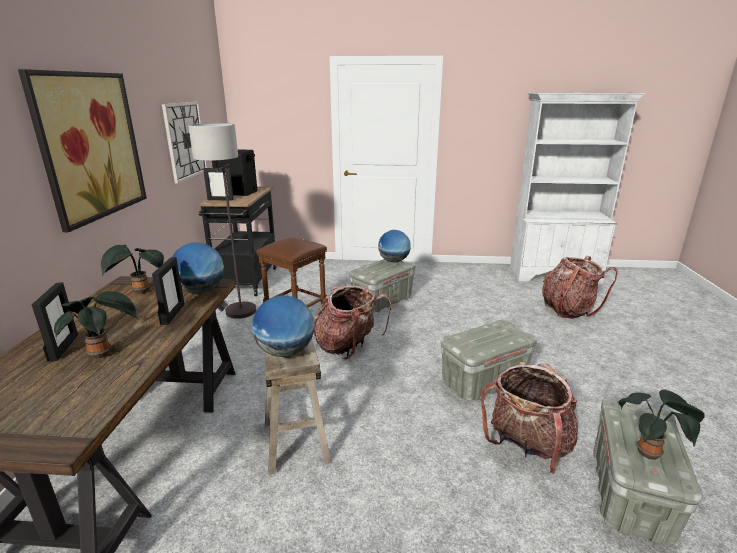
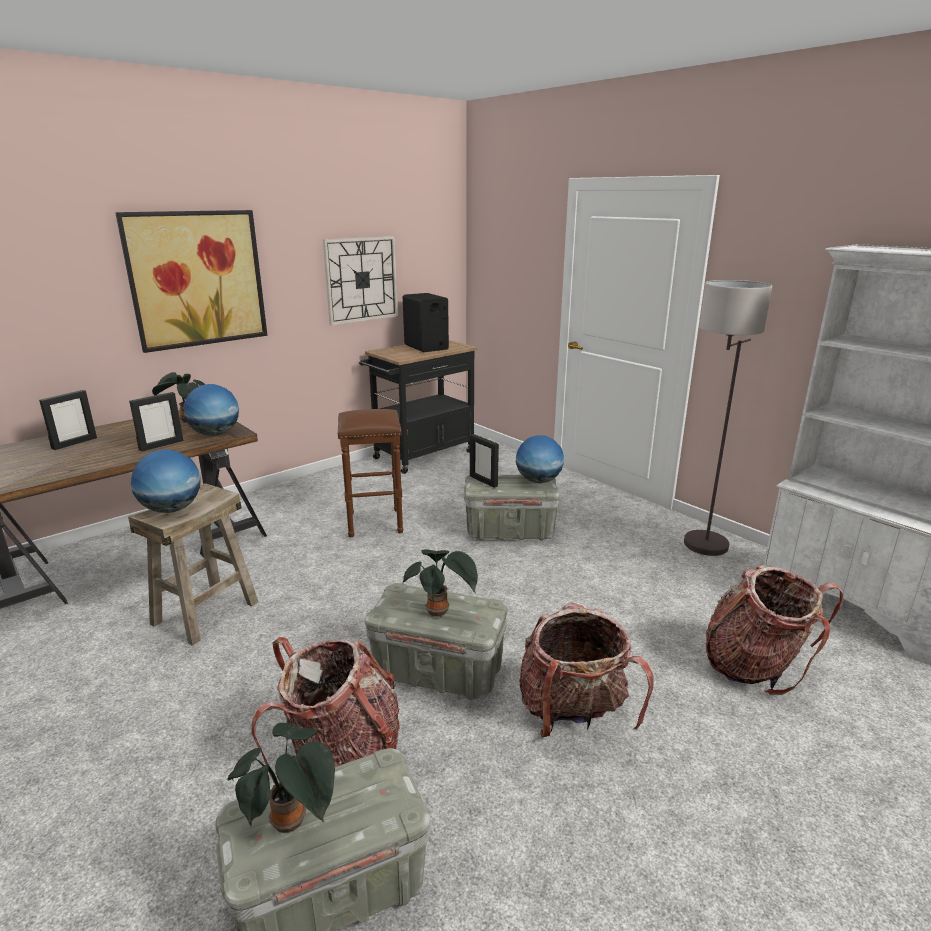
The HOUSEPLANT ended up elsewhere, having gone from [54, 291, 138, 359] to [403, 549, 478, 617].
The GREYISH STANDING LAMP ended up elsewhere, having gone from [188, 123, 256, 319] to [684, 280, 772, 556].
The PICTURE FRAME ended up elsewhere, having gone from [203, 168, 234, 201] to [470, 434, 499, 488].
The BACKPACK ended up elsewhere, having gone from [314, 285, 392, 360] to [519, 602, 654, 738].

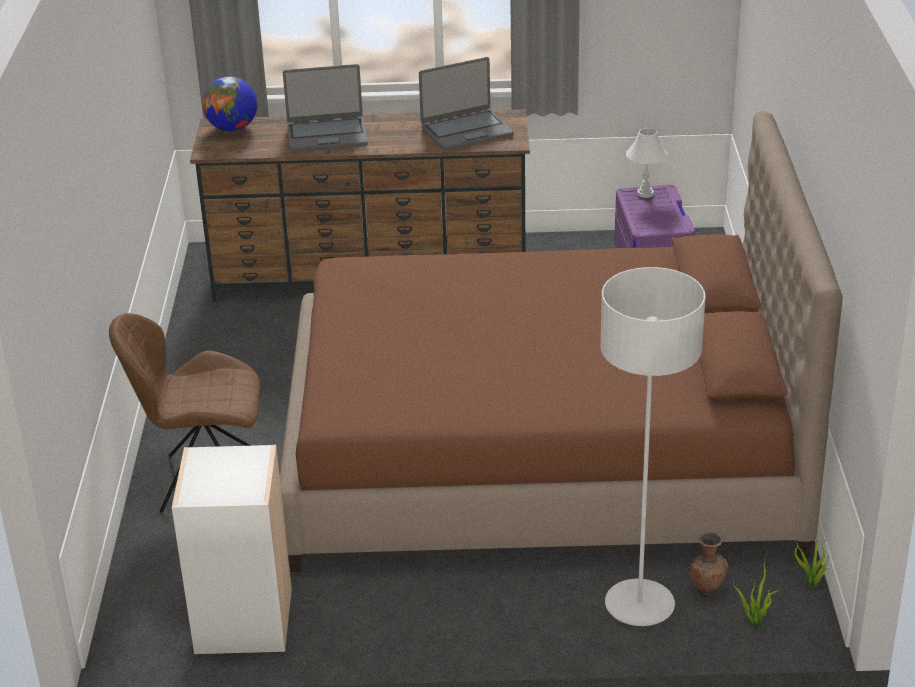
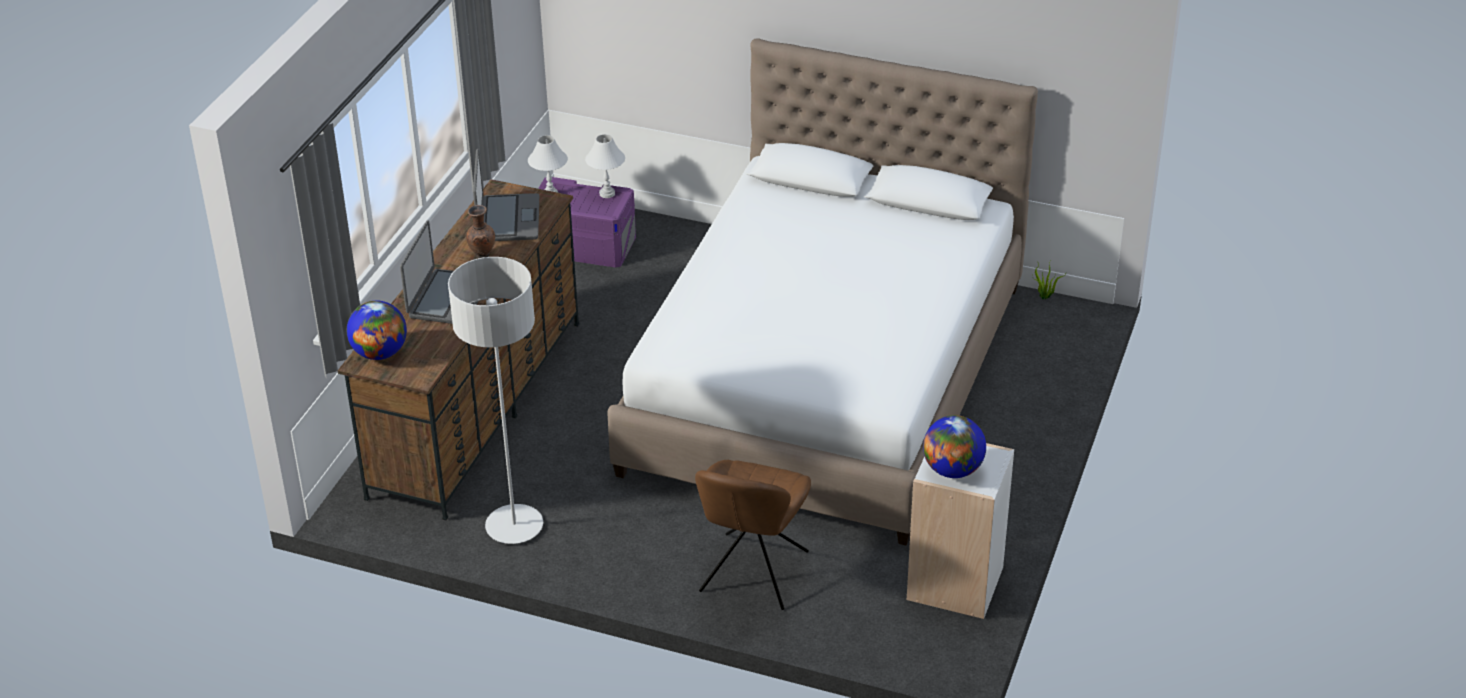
The second view lost the HOUSEPLANT at [733, 553, 781, 627].
The second view gained the WHITE TABLETOP LAMP at [585, 134, 625, 198].
The second view gained the GLOBE at [923, 415, 986, 478].
The GREYISH STANDING LAMP ended up elsewhere, having gone from [600, 267, 706, 626] to [448, 257, 543, 544].
The BROWN DECORATIVE VASE ended up elsewhere, having gone from [690, 532, 728, 597] to [466, 205, 495, 258].
What was the BROWN BED at [280, 111, 843, 572] turned into the WHITE BED at [607, 38, 1038, 546].

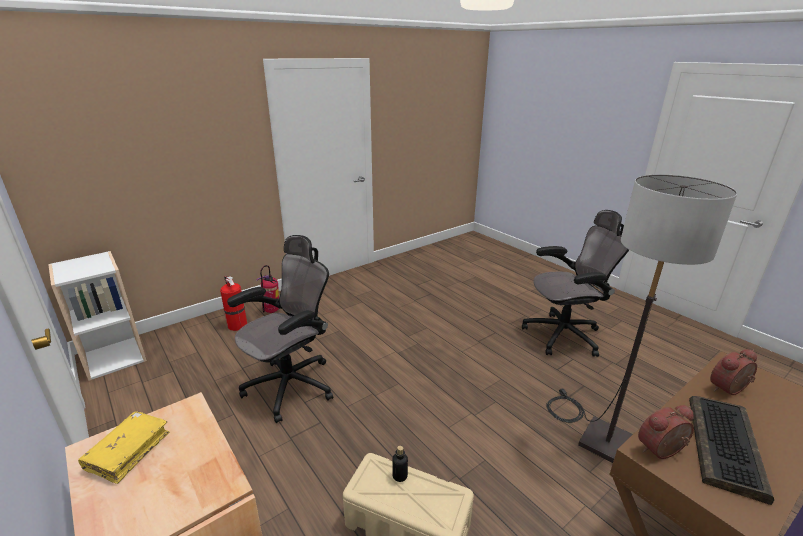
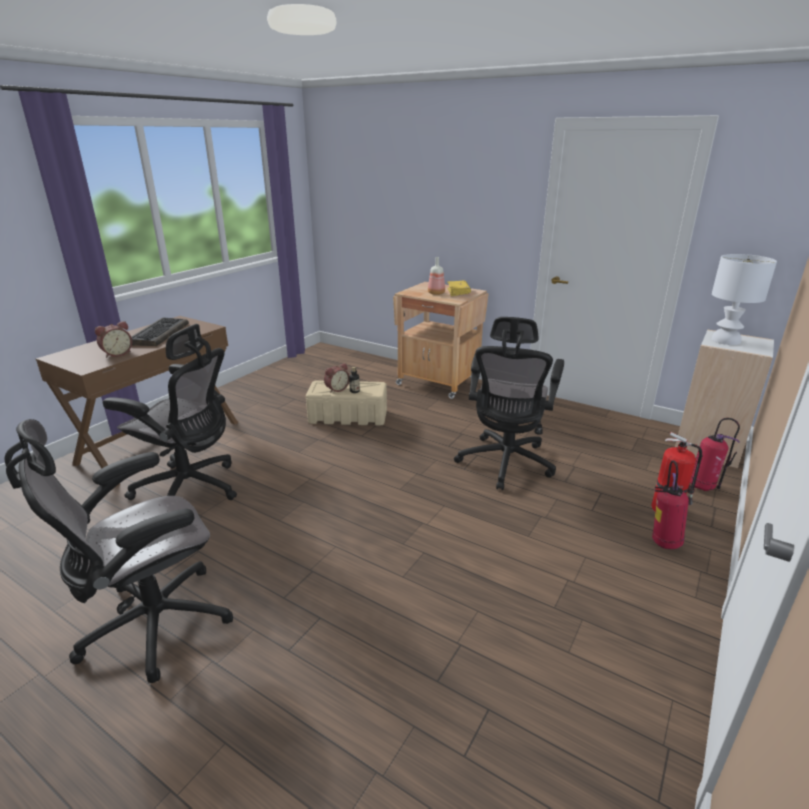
The second view gained the BEVERAGE BOTTLE at [428, 257, 445, 295].
The second view gained the FIRE EXTINGUISHER at [690, 418, 740, 491].
The second view gained the WHITE TABLETOP LAMP at [711, 254, 777, 345].
The BEDSIDE CLOCK ended up elsewhere, having gone from [638, 405, 694, 459] to [324, 363, 349, 393].
Where the STANDING LAMP stood at [546, 174, 737, 463], the COMPUTER CHAIR came to stand at [103, 324, 237, 500].

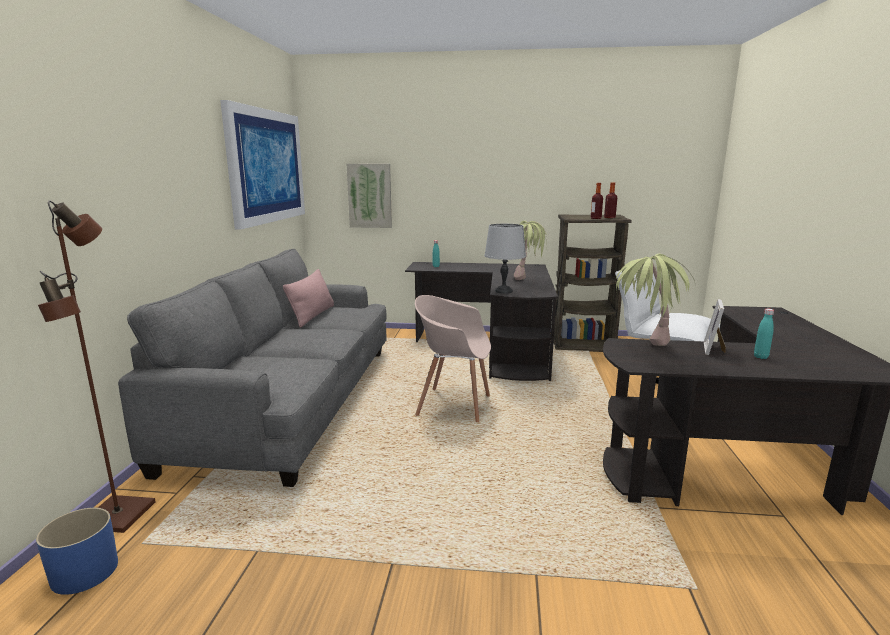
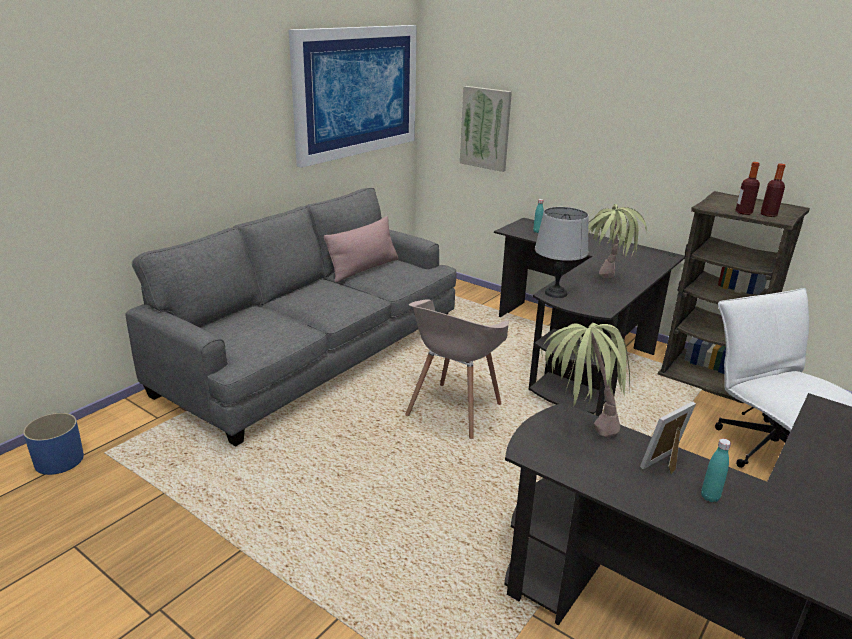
The second view lost the BROWN STANDING LAMP at [38, 200, 155, 533].
The SAND-COLOURED UPRIGHT CHAIR at [415, 295, 491, 422] ended up facing another way, 105 degrees counterclockwise from before.

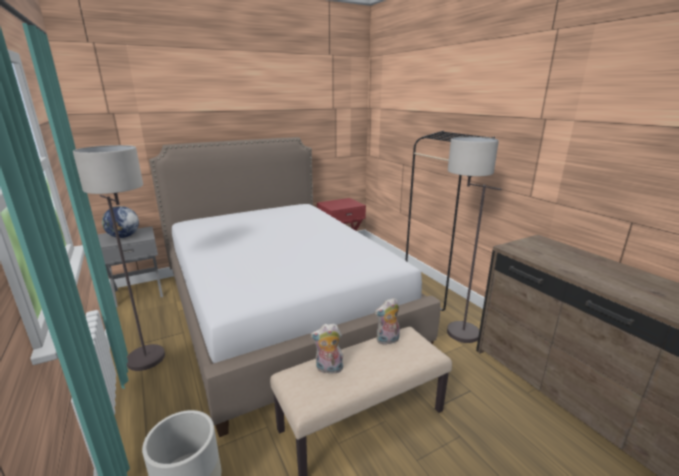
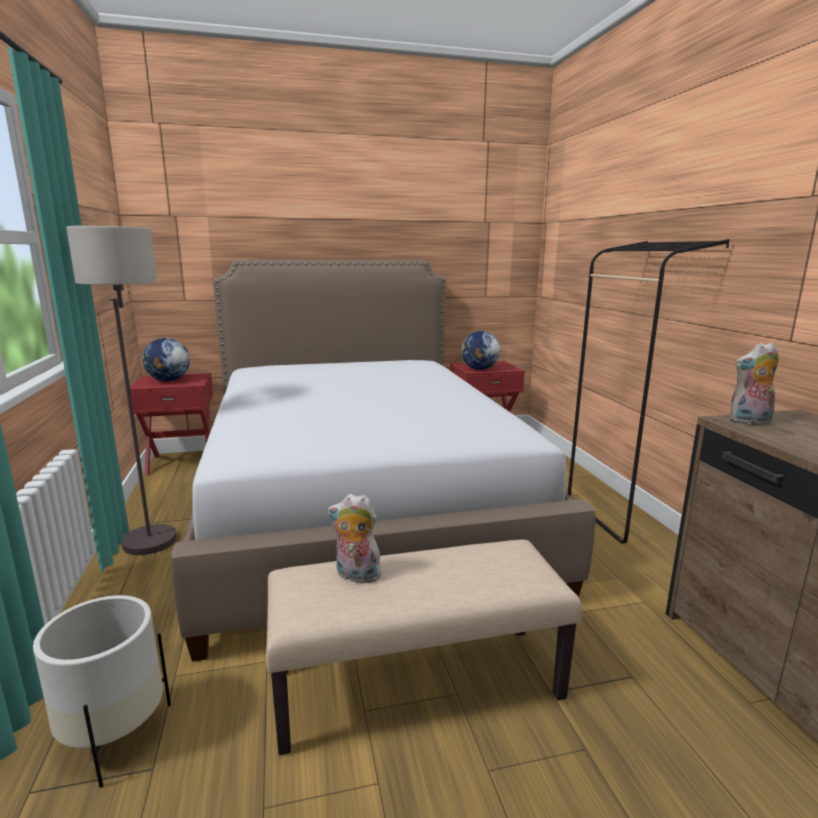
The second view lost the GREYISH STANDING LAMP at [447, 137, 502, 343].
The second view gained the GLOBE at [461, 331, 500, 370].
The SOFT TOY ended up elsewhere, having gone from [375, 298, 400, 345] to [729, 342, 779, 425].
What was the GREYISH NIGHT TABLE at [98, 227, 163, 307] turned into the RED-COLOURED NIGHT TABLE at [130, 373, 213, 476].

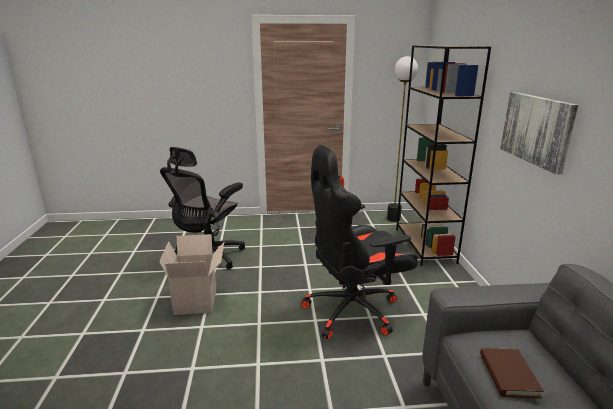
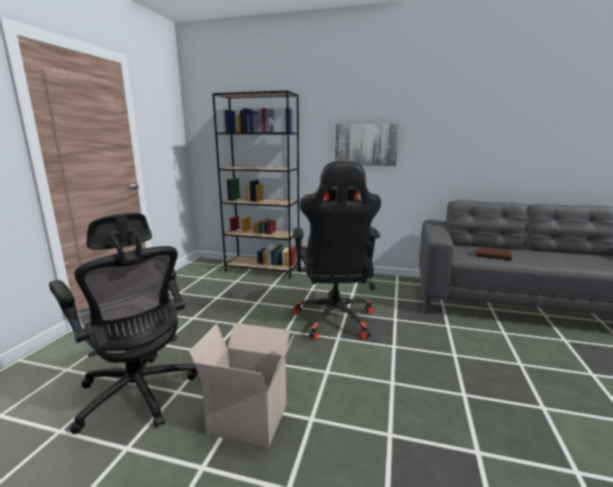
The second view lost the STANDING LAMP at [387, 56, 418, 222].

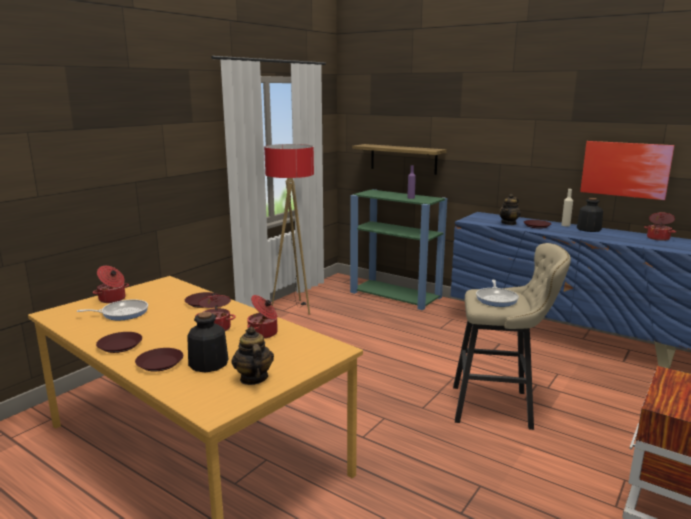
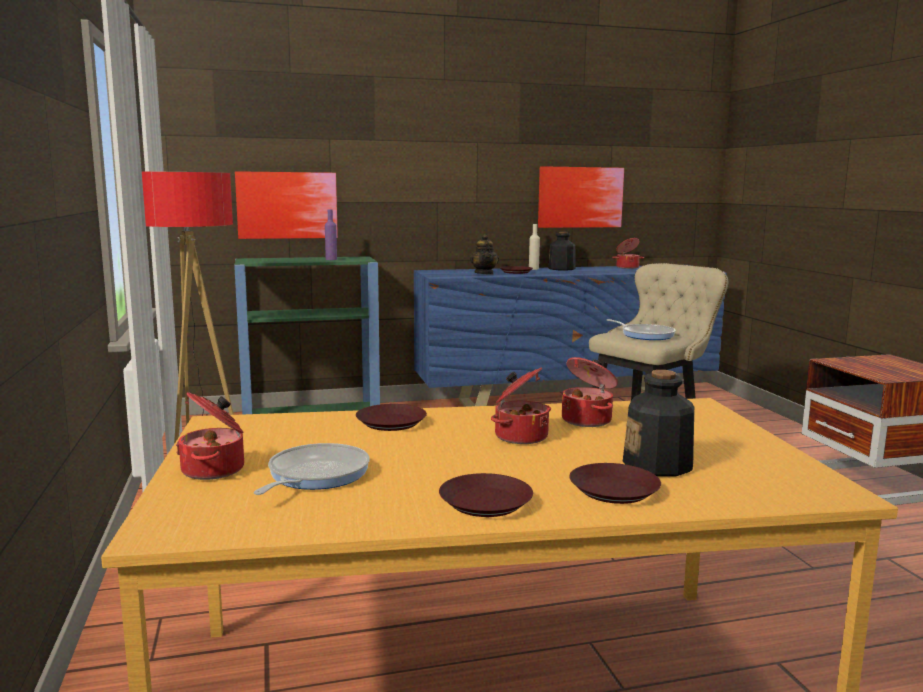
The second view lost the POT FOR TEA at [231, 327, 274, 385].
Where the SHELF hung at [352, 144, 447, 175], the WALL ART came to hang at [235, 171, 338, 239].

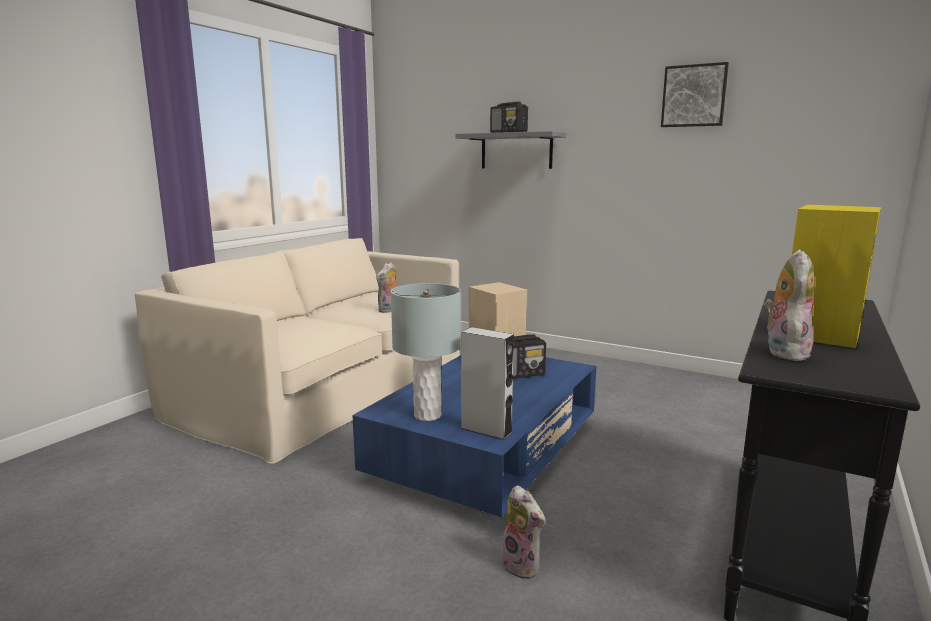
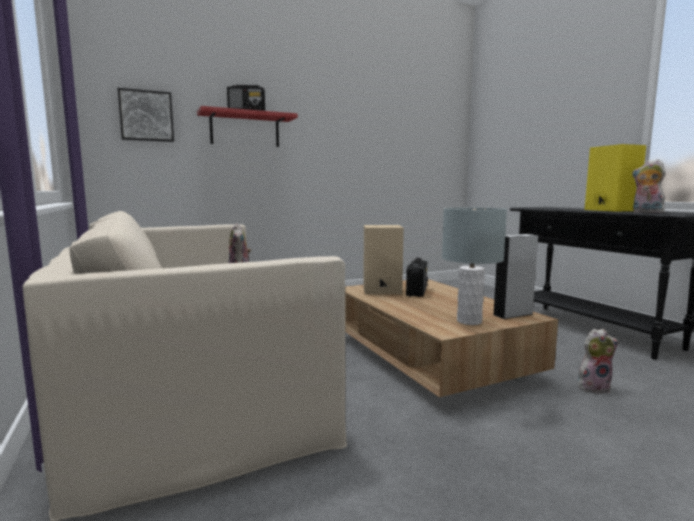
The WALL ART ended up elsewhere, having gone from [661, 62, 729, 127] to [118, 88, 174, 142].
What was the BLUISH LOUNGE TABLE at [352, 355, 597, 517] turned into the BROWN LOUNGE TABLE at [345, 279, 558, 397].
What was the GREYISH SHELF at [455, 131, 566, 169] turned into the RED-COLOURED SHELF at [197, 106, 298, 147].

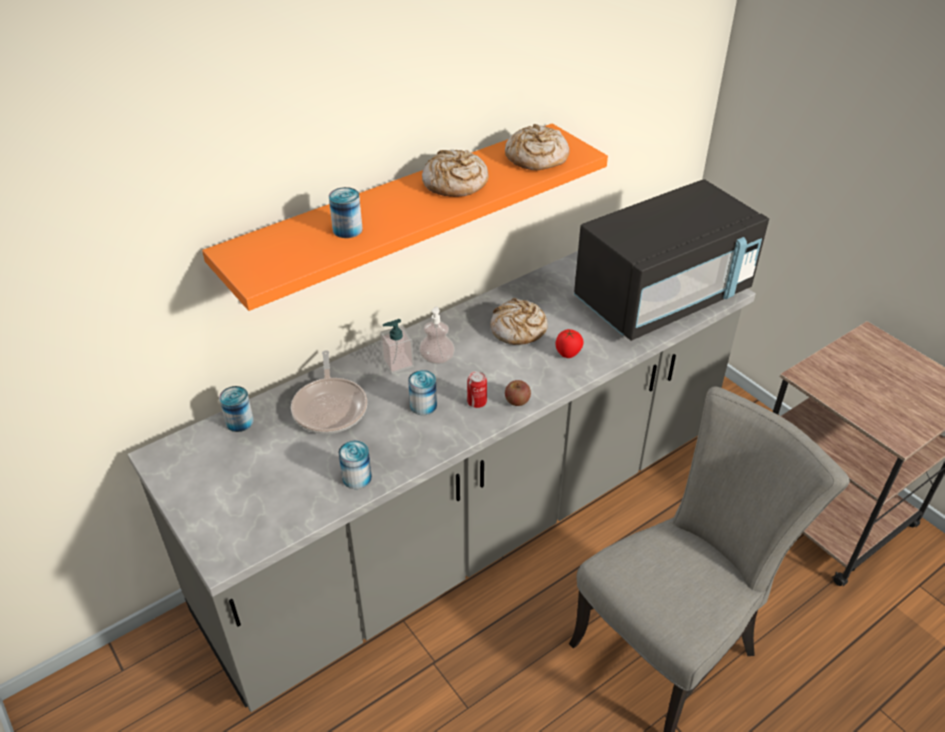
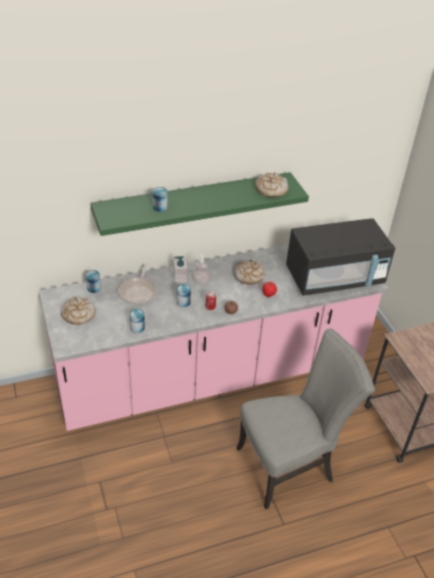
The BREAD ended up elsewhere, having gone from [422, 150, 489, 197] to [61, 297, 96, 325].
What was the GREYISH KITCHEN BASE UNIT at [127, 251, 756, 712] turned into the PINK KITCHEN BASE UNIT at [39, 244, 388, 431].
What was the ORANGE-COLOURED SHELF at [202, 123, 608, 311] turned into the GREEN-COLOURED SHELF at [90, 172, 309, 236].

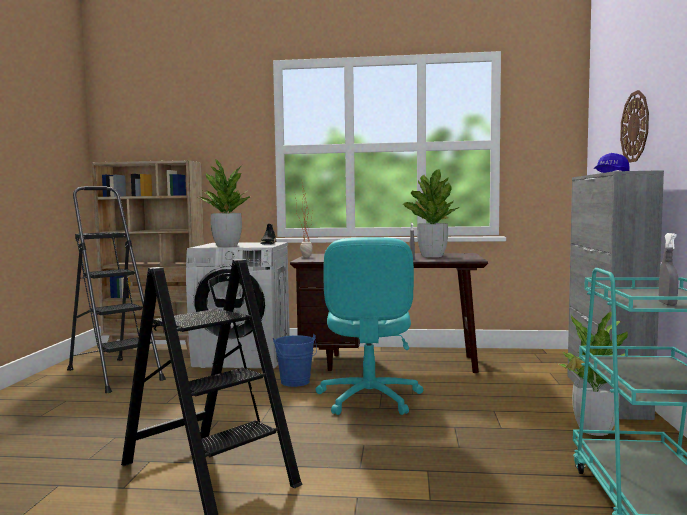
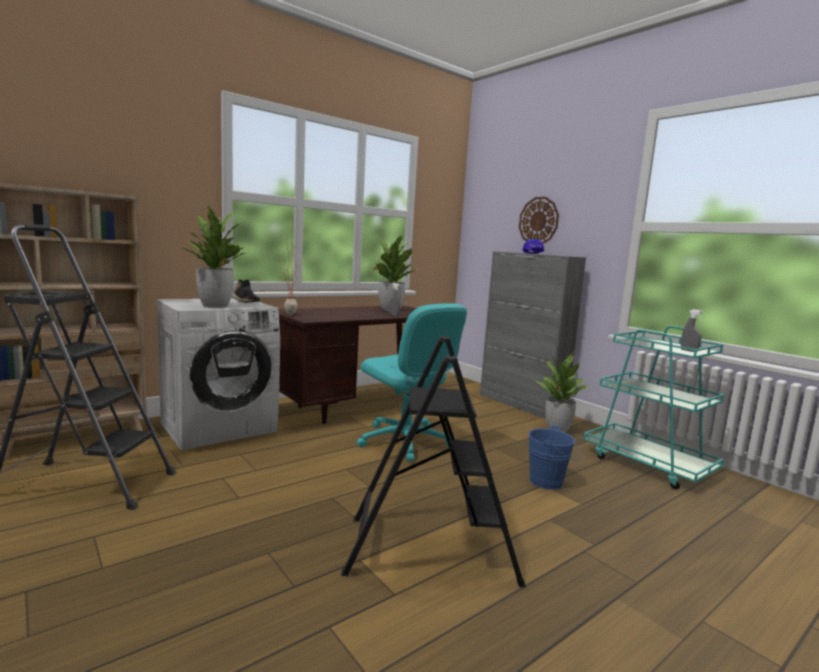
The BLUISH PAIL ended up elsewhere, having gone from [273, 334, 317, 387] to [528, 425, 581, 490].

